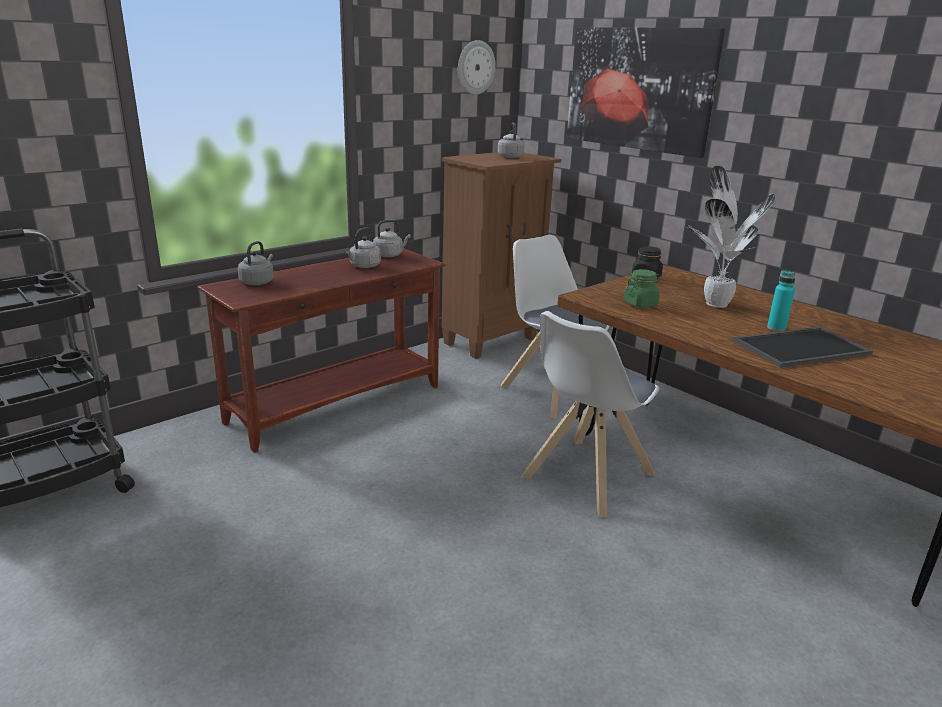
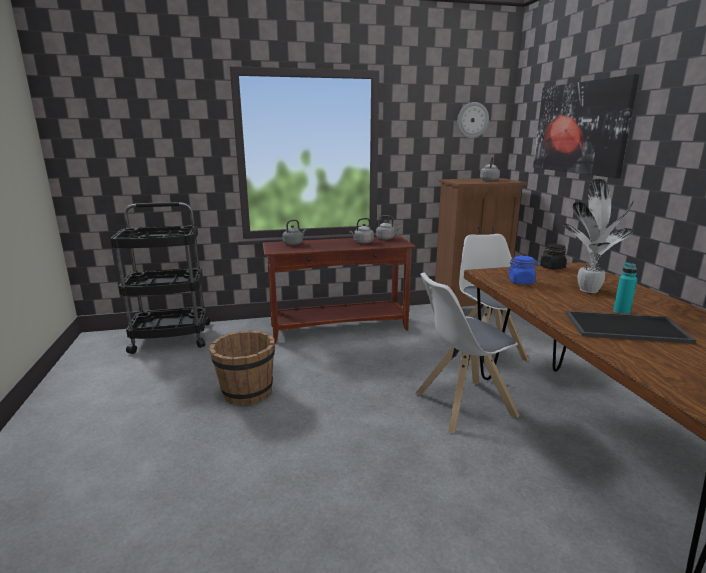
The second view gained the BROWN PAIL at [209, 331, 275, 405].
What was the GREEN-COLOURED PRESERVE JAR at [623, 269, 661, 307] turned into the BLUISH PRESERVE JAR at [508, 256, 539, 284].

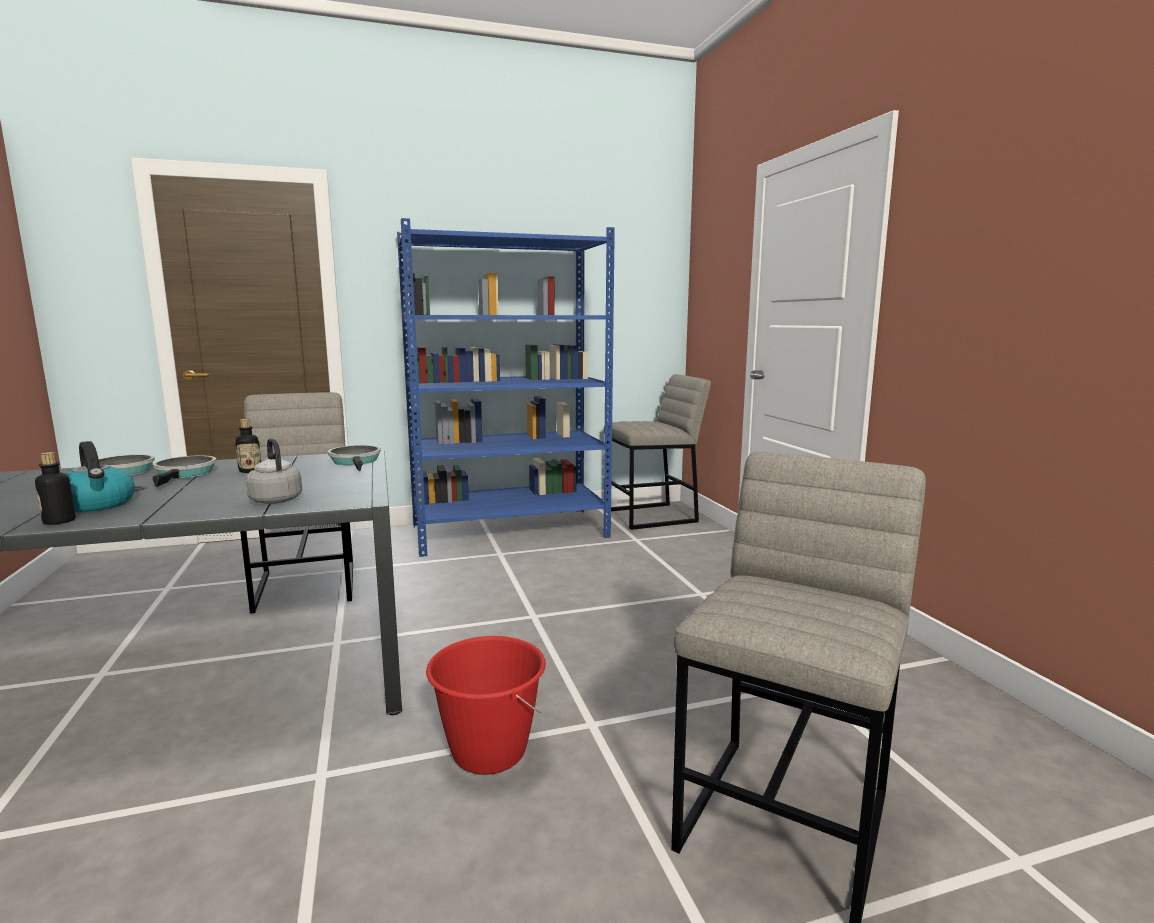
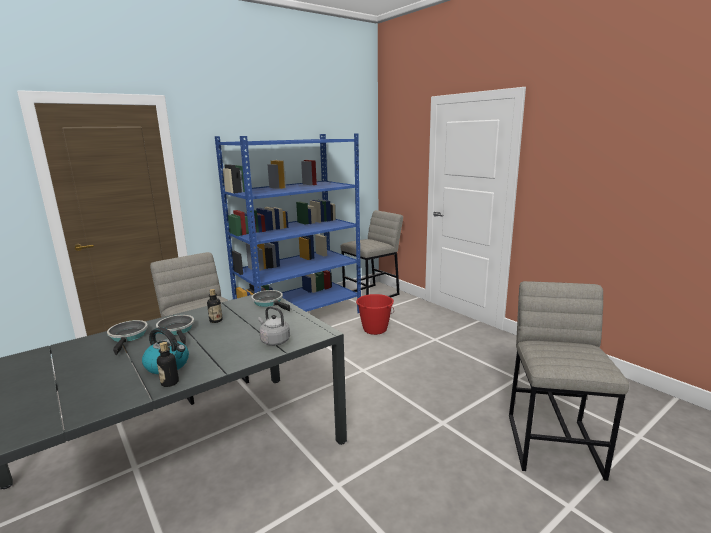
The RED-COLOURED PAIL ended up elsewhere, having gone from [426, 636, 546, 775] to [356, 294, 394, 335].

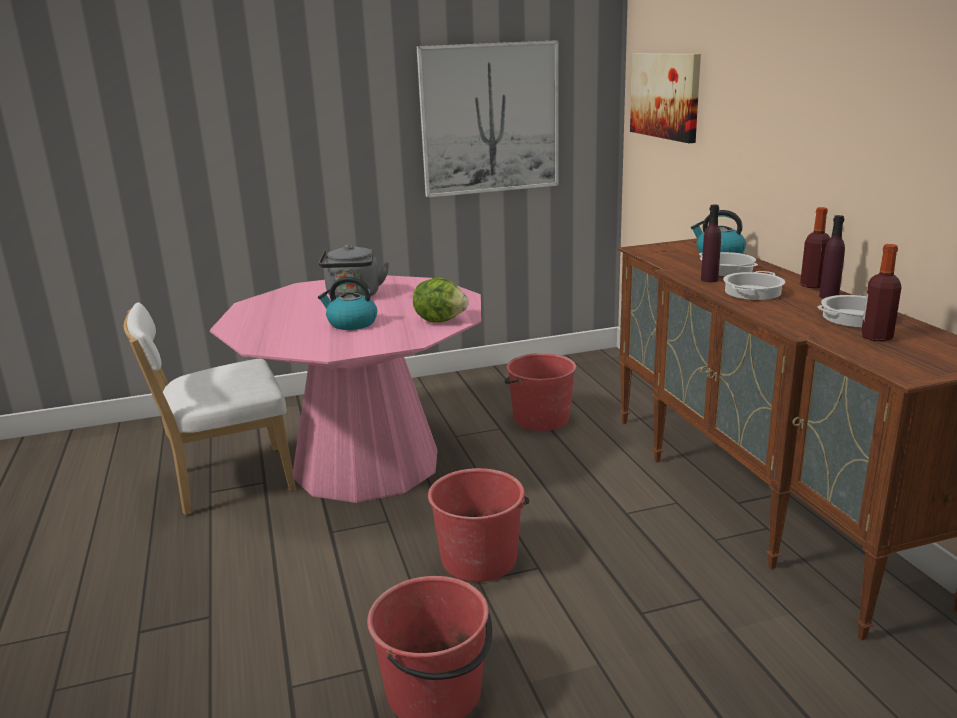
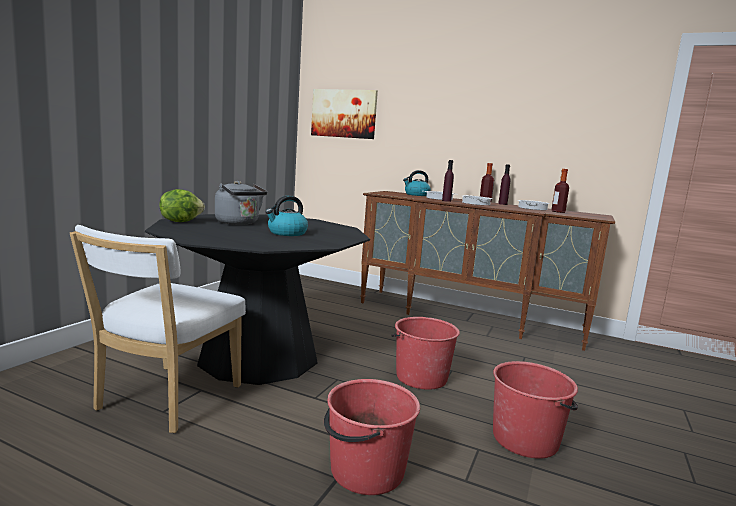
The second view lost the WALL ART at [416, 40, 559, 198].
The LETTUCE HEAD ended up elsewhere, having gone from [413, 277, 468, 323] to [160, 189, 205, 222].
The RED-COLOURED PAIL ended up elsewhere, having gone from [504, 353, 576, 431] to [324, 379, 420, 495].
What was the PINK KITCHEN TABLE at [210, 275, 481, 503] turned into the BLACK-COLOURED KITCHEN TABLE at [145, 214, 370, 385].

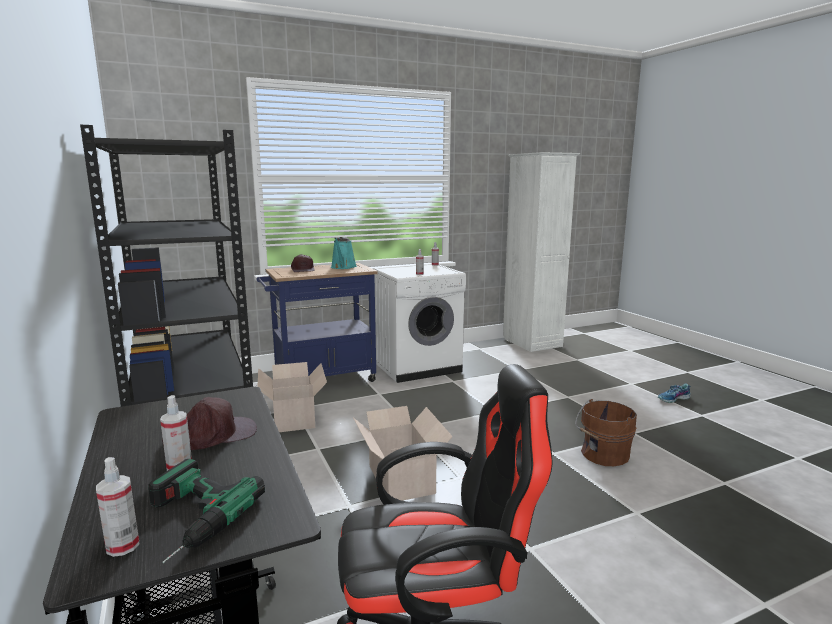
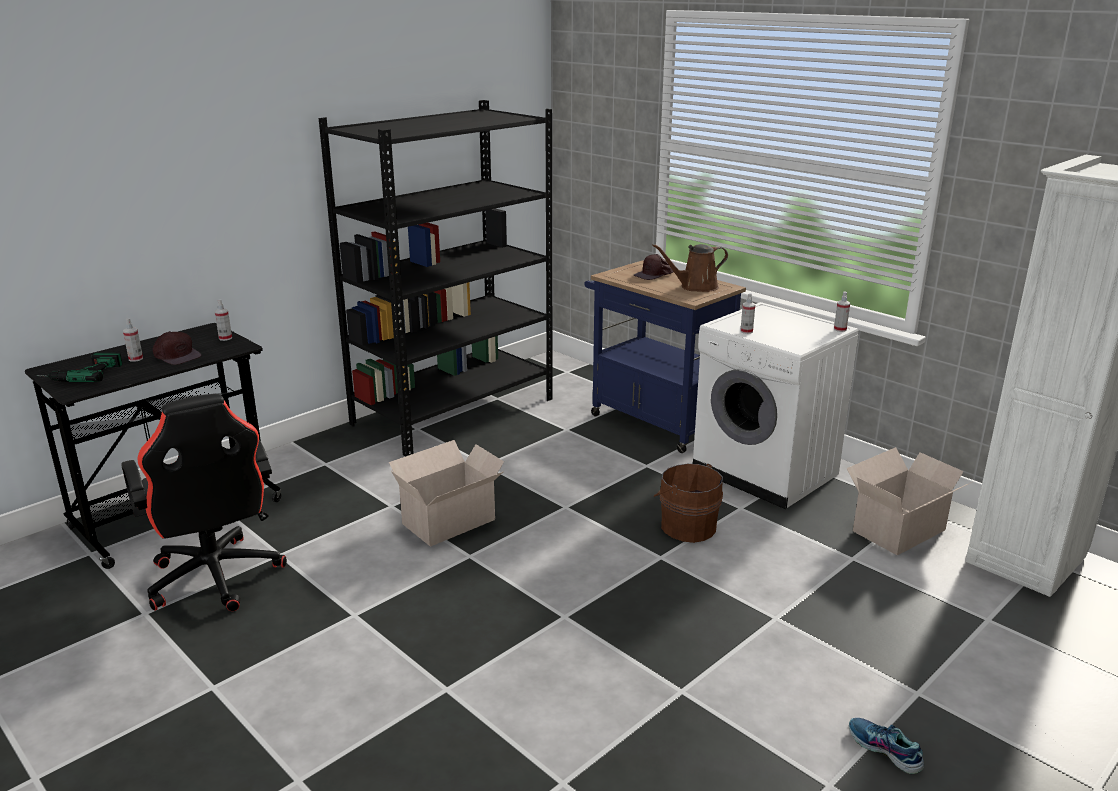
The SPRAY BOTTLE ended up elsewhere, having gone from [96, 457, 140, 557] to [215, 299, 232, 341].
The PACKING BOX ended up elsewhere, having gone from [258, 362, 327, 432] to [846, 447, 972, 555].
The BROWN PAIL ended up elsewhere, having gone from [575, 399, 637, 466] to [654, 464, 723, 543].
What was the TURQUOISE WATERING CAN at [331, 237, 357, 269] turned into the BROWN WATERING CAN at [652, 244, 728, 292].

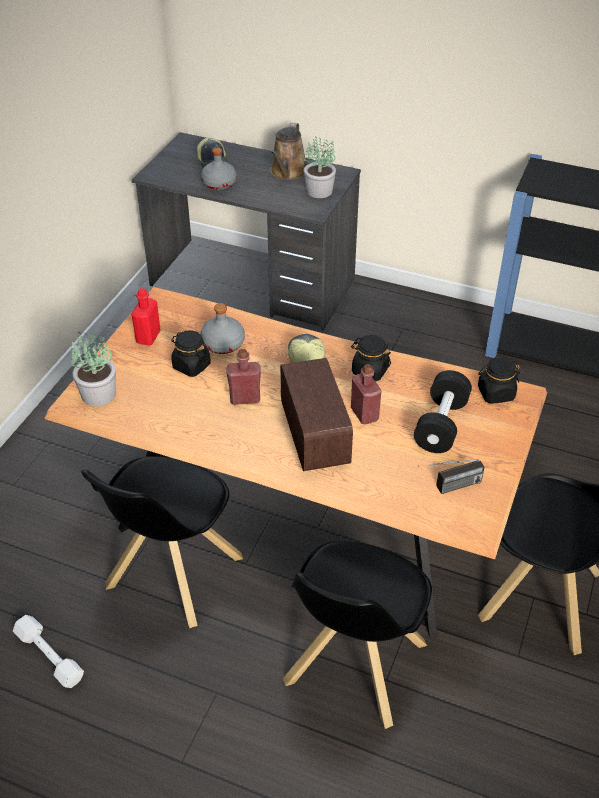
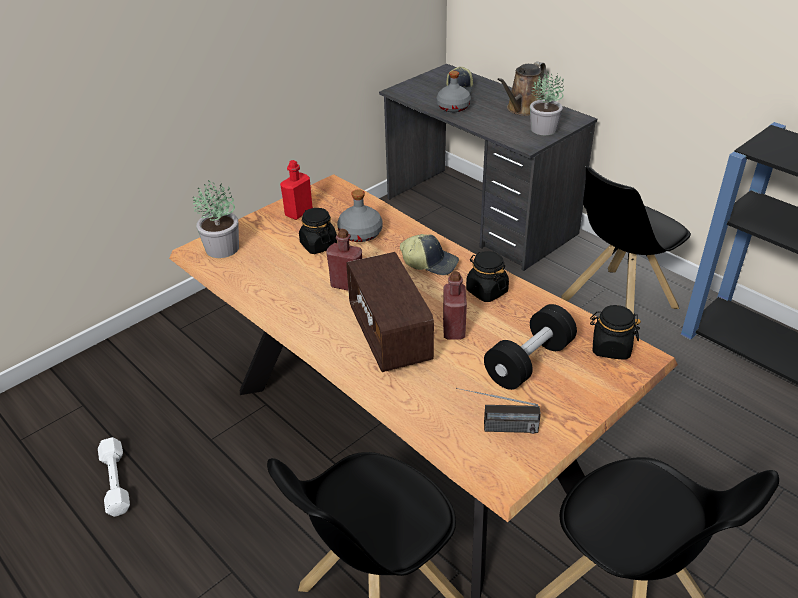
The BLACK-COLOURED UPRIGHT CHAIR ended up elsewhere, having gone from [81, 456, 243, 628] to [561, 167, 691, 315].
The RADIO RECEIVER at [280, 358, 353, 471] ended up facing another way, 150 degrees clockwise from before.
The CAP at [288, 334, 326, 363] ended up facing another way, 90 degrees clockwise from before.

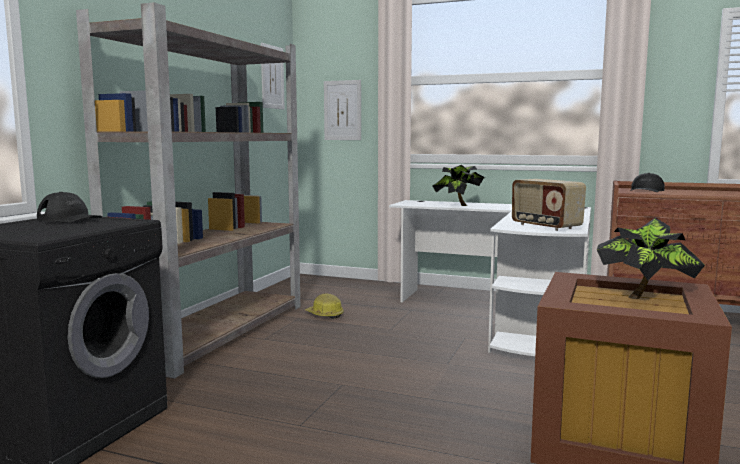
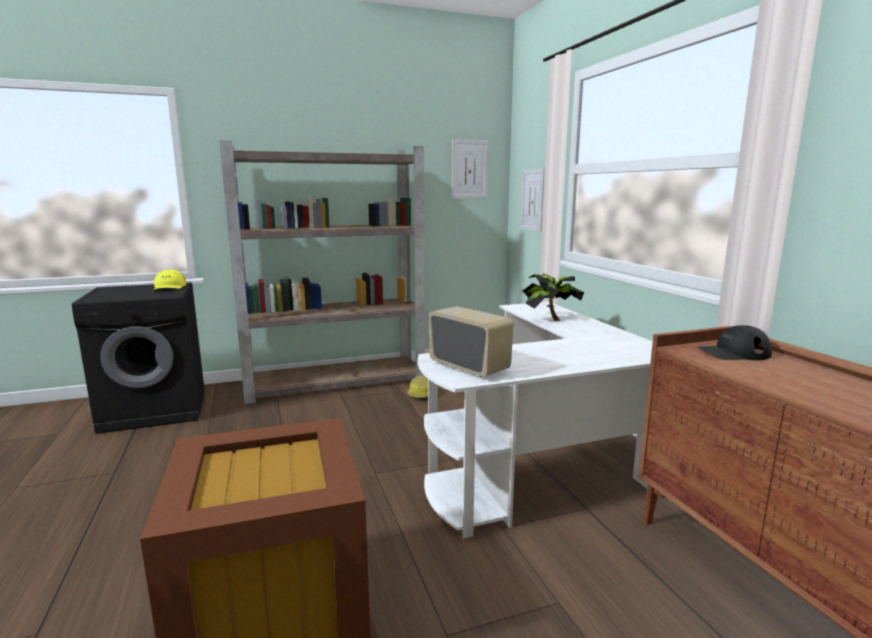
The second view lost the HOUSEPLANT at [597, 218, 705, 299].
What was the BLACK-COLOURED CAP at [37, 192, 102, 223] turned into the YELLOW CAP at [153, 269, 186, 290].
The RADIO RECEIVER at [512, 179, 586, 231] ended up facing another way, 120 degrees clockwise from before.

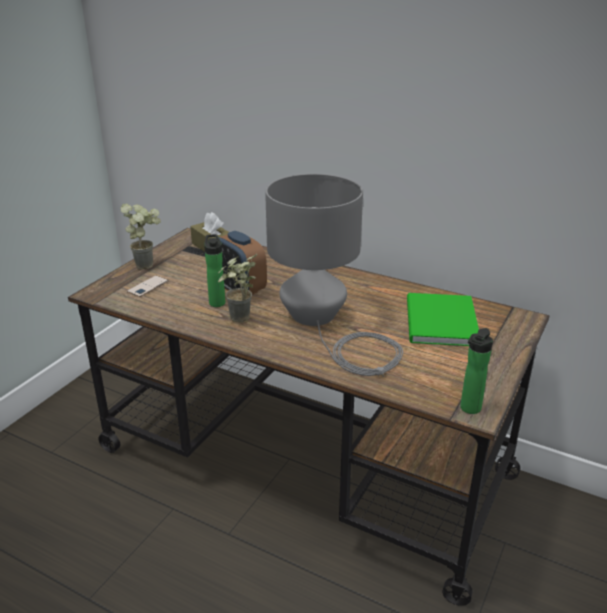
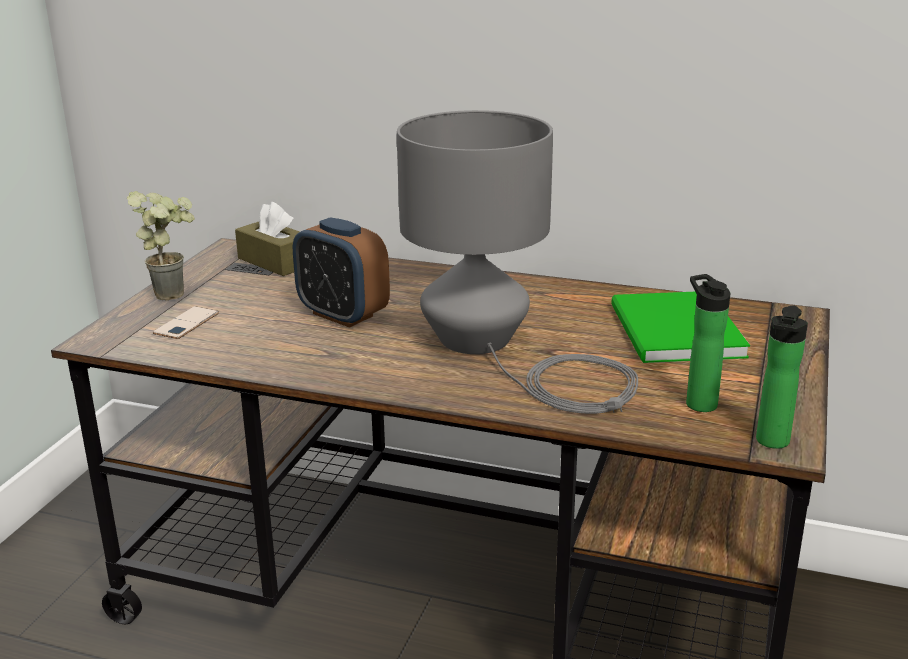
The second view lost the HOUSEPLANT at [218, 253, 258, 323].
The BEVERAGE BOTTLE ended up elsewhere, having gone from [204, 234, 225, 307] to [686, 274, 730, 412].

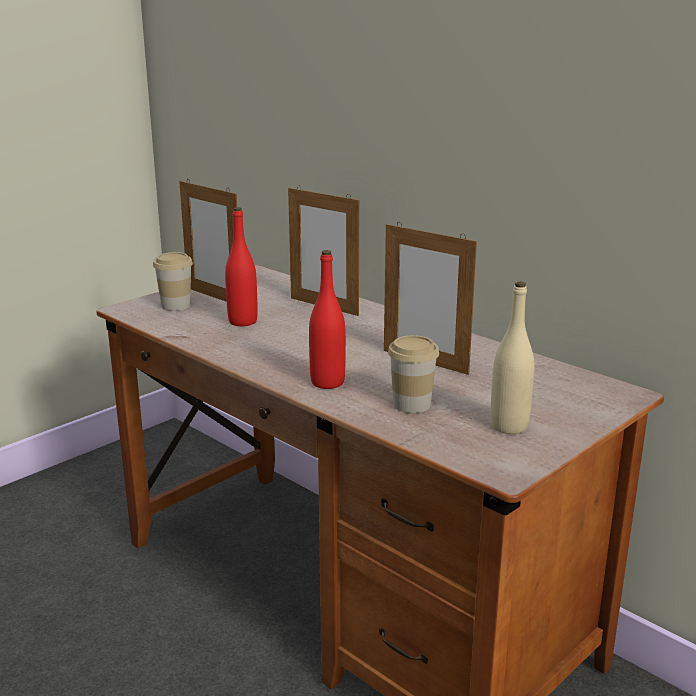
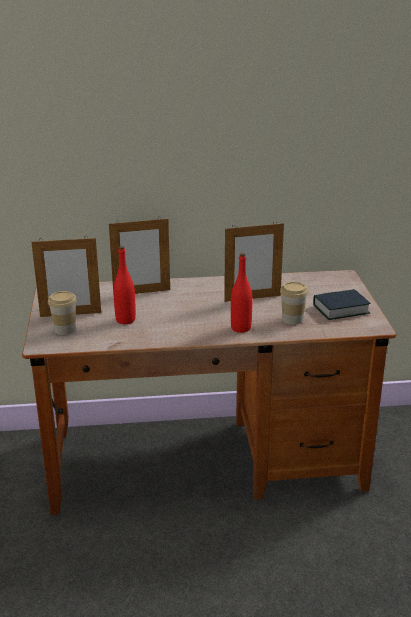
Where the SAND-COLOURED BEVERAGE BOTTLE stood at [490, 282, 534, 434], the VOLUME came to stand at [313, 289, 370, 320].

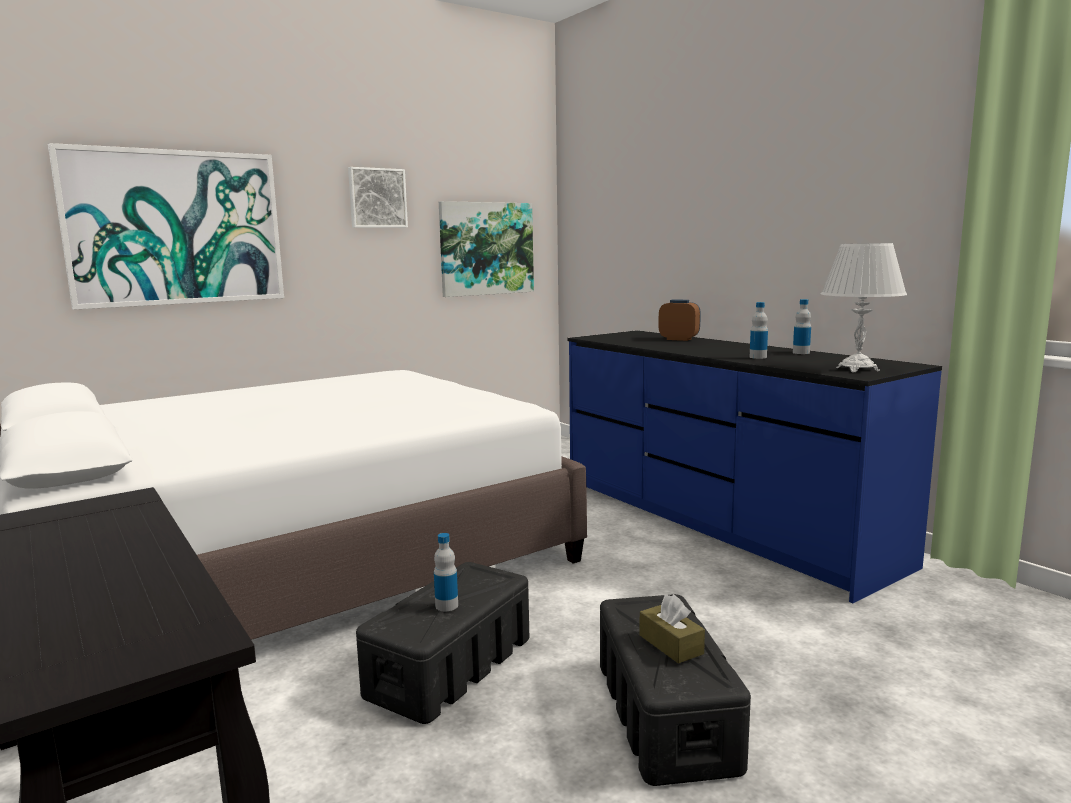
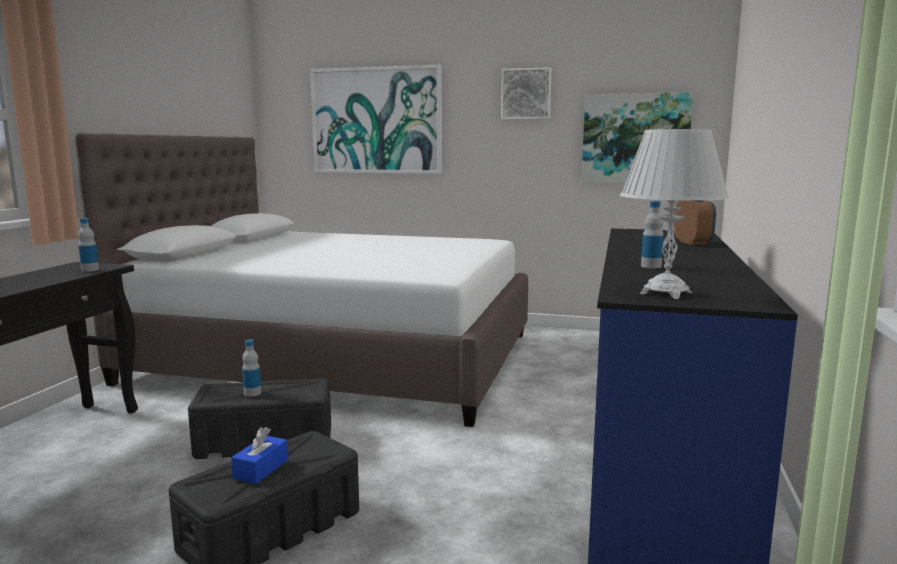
The BEVERAGE BOTTLE ended up elsewhere, having gone from [793, 299, 811, 354] to [78, 218, 99, 272].
What was the BROWN TISSUE HOLDER at [639, 595, 705, 664] turned into the BLUISH TISSUE HOLDER at [231, 427, 288, 484].

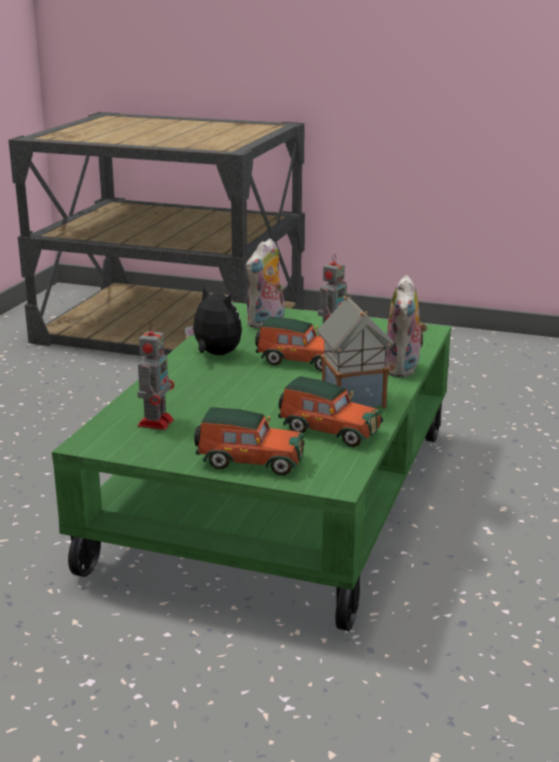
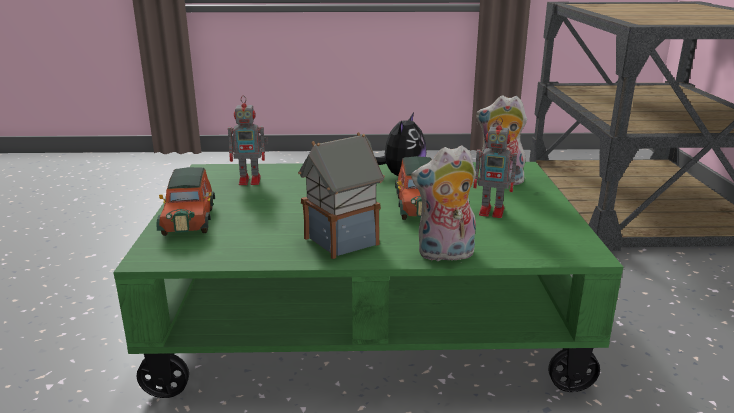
The second view lost the MINIATURE CAR at [278, 376, 383, 447].

